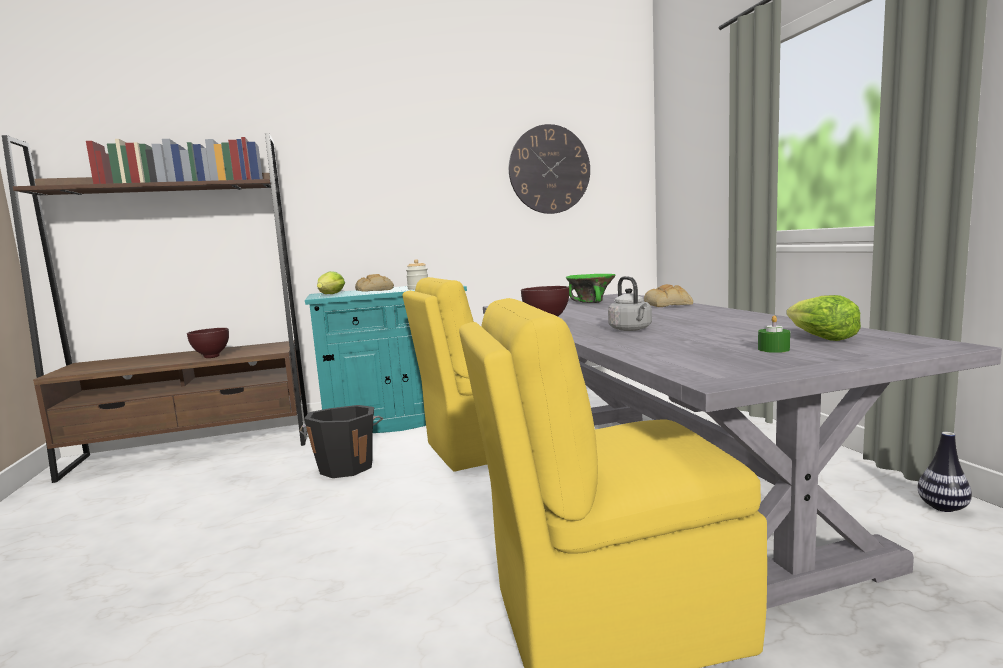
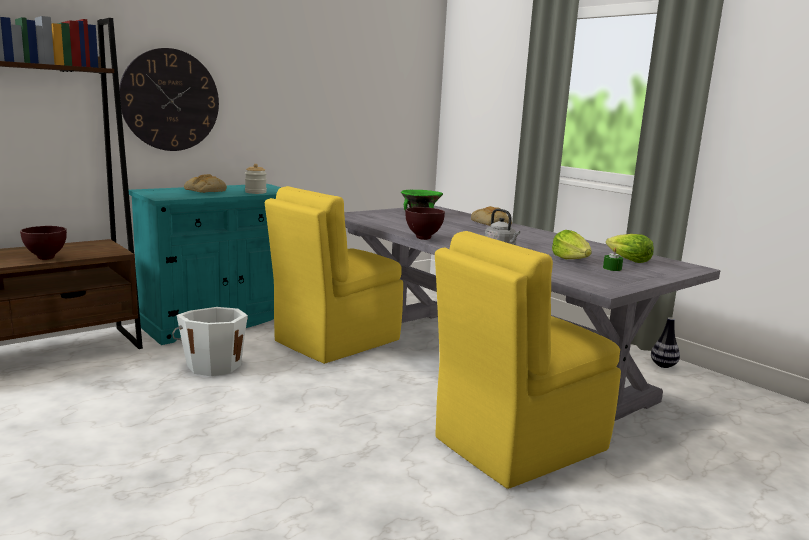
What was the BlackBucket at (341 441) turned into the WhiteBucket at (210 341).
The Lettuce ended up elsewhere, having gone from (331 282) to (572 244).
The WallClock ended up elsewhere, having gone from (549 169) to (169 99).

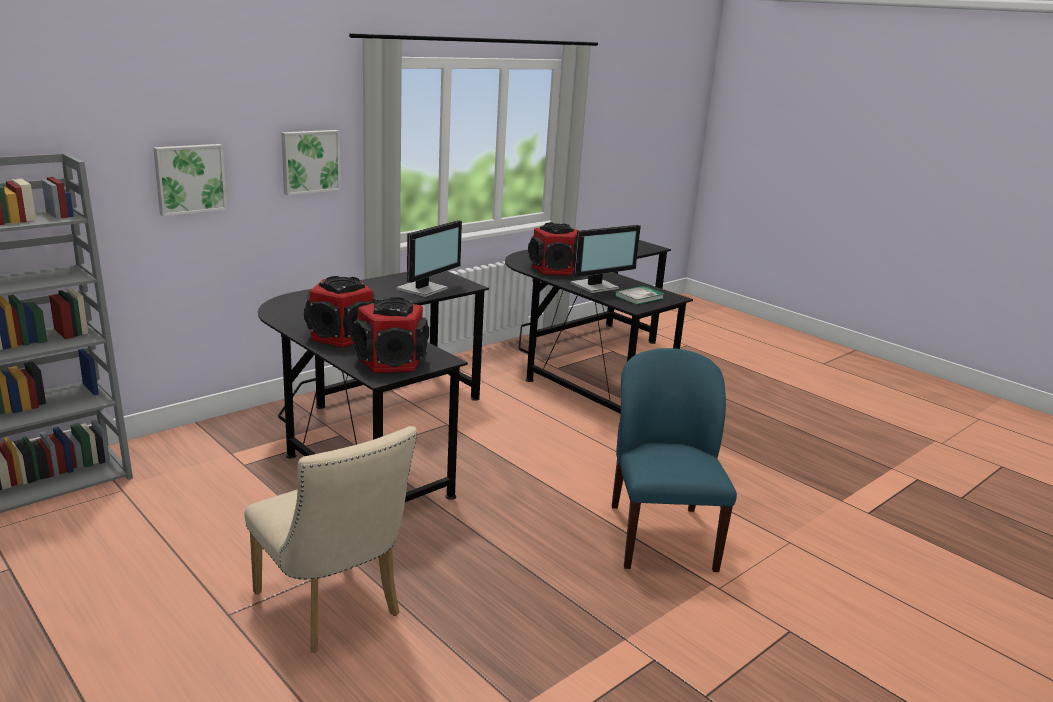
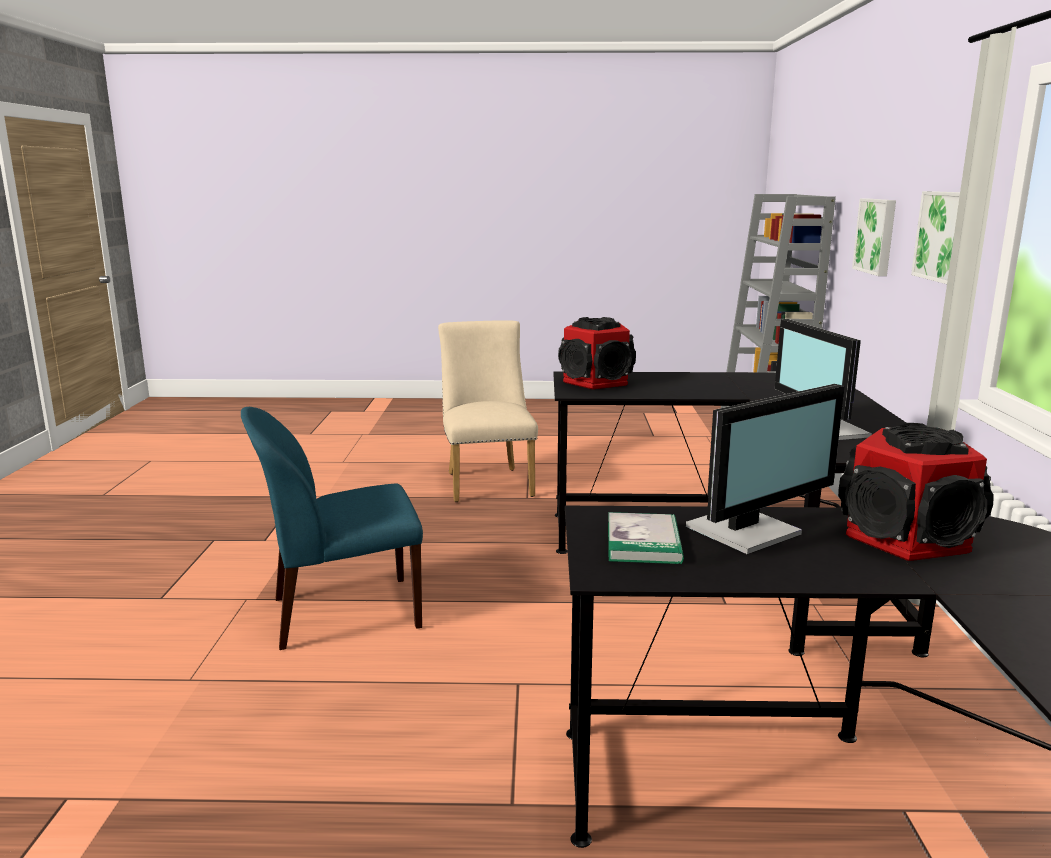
The BeigeChair at (330 539) ended up facing another way, 75 degrees clockwise from before.
The second view lost the Speaker at (340 312).
The Monitor at (606 259) ended up facing another way, 135 degrees counterclockwise from before.
The BlueChair at (674 460) ended up facing another way, 120 degrees clockwise from before.

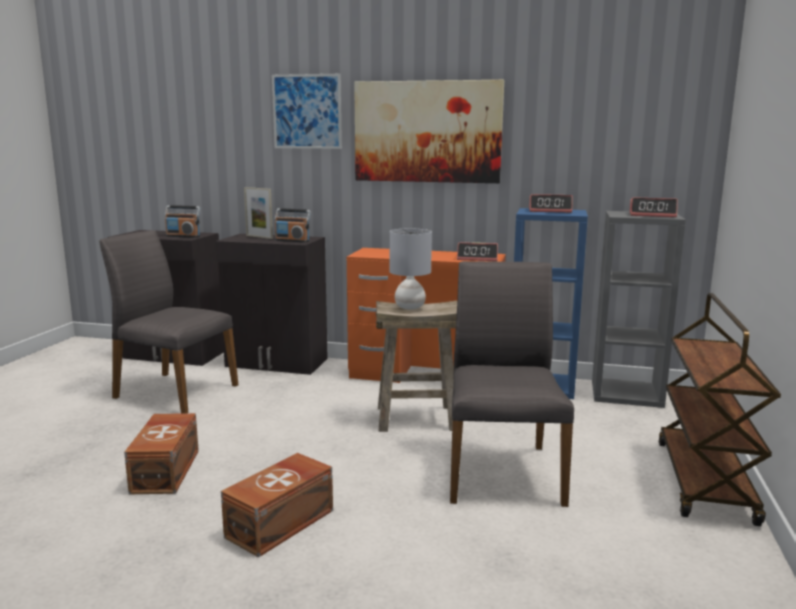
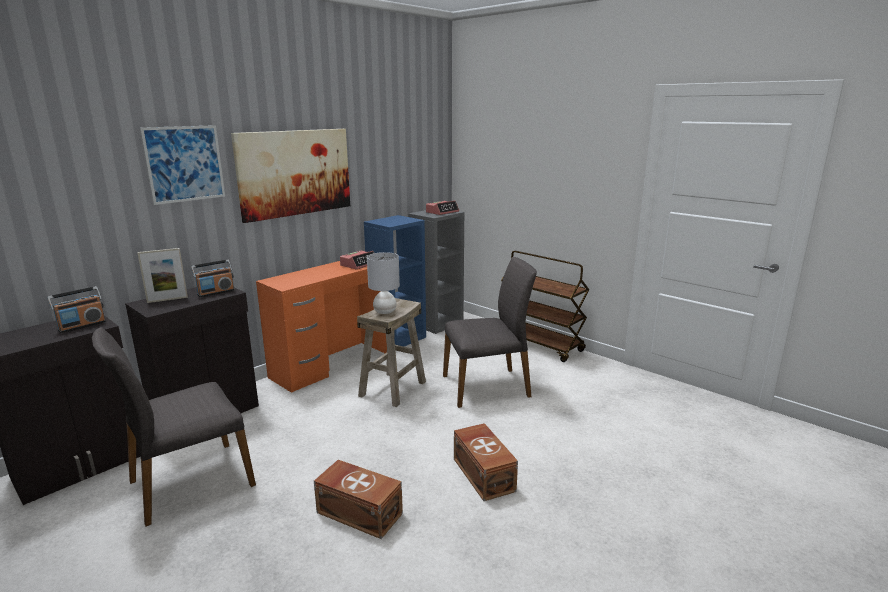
The GreyChair at (512 384) ended up facing another way, 135 degrees clockwise from before.
The second view lost the AlarmClock at (551 203).

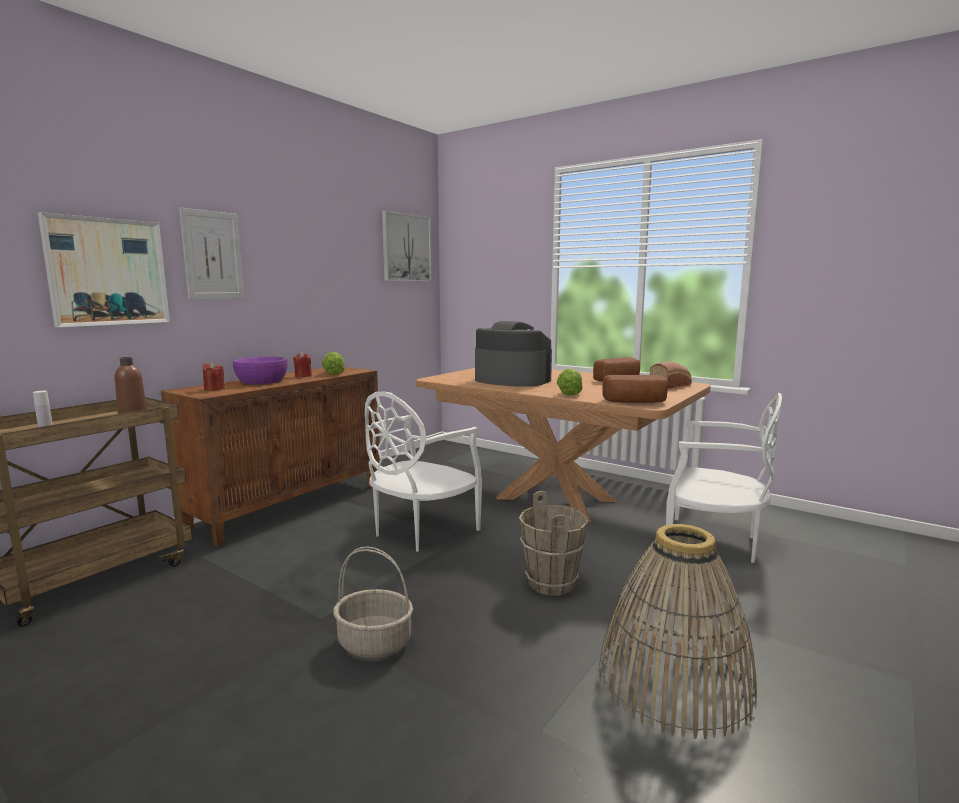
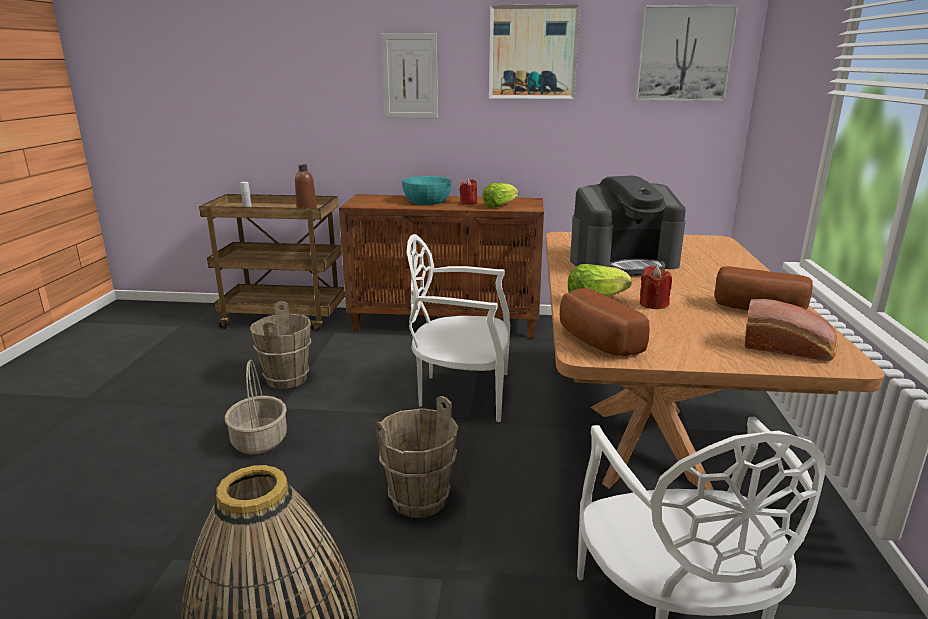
The Picture ended up elsewhere, having gone from (104 270) to (534 51).
The RedCandle ended up elsewhere, having gone from (213 376) to (656 287).
What was the PurpleBowl at (260 370) turned into the TurquoiseBowl at (427 190).
The CoffeeMachine at (513 354) ended up facing another way, 75 degrees clockwise from before.
The second view gained the BrownBucket at (281 345).

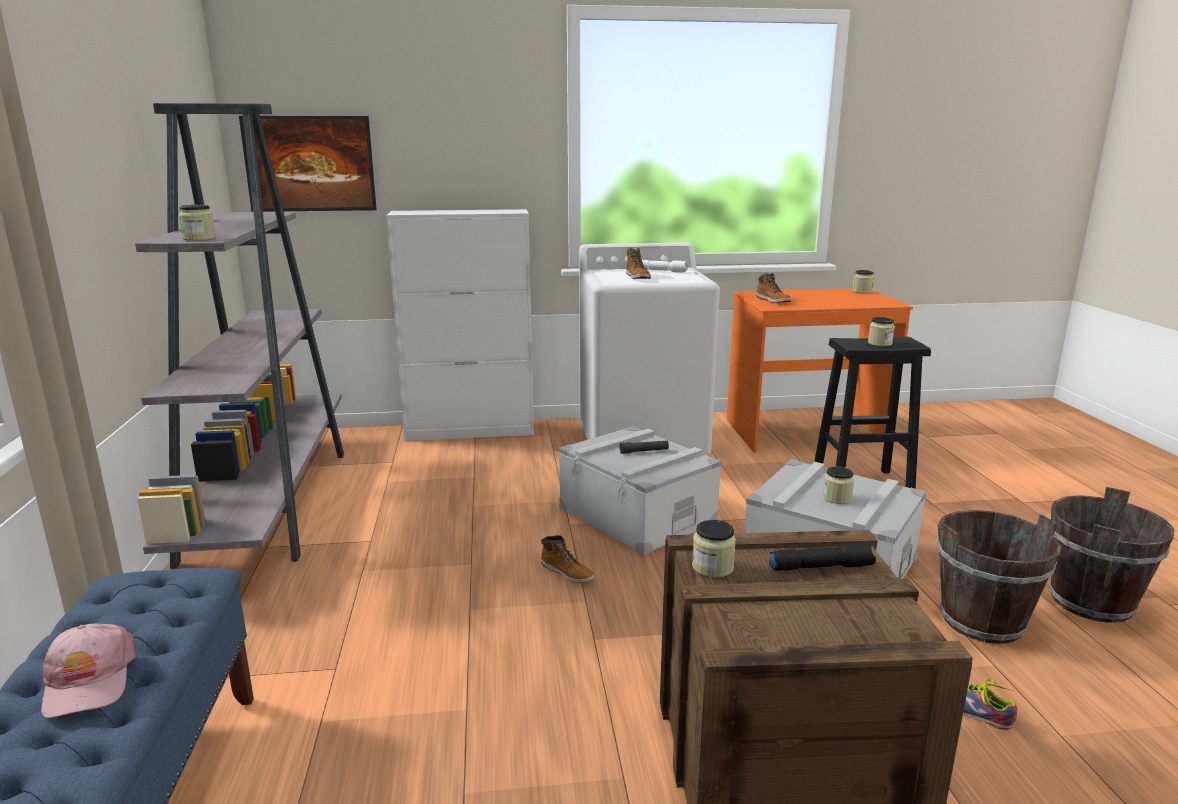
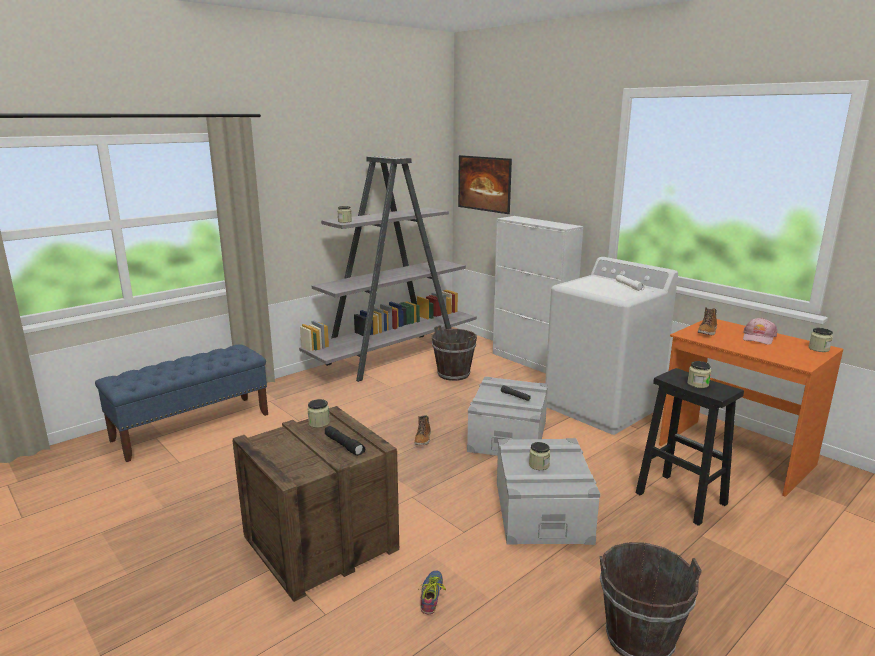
The PinkCap ended up elsewhere, having gone from (88 671) to (760 331).
The second view lost the Boot at (638 263).
The BrownBucket ended up elsewhere, having gone from (998 577) to (454 353).

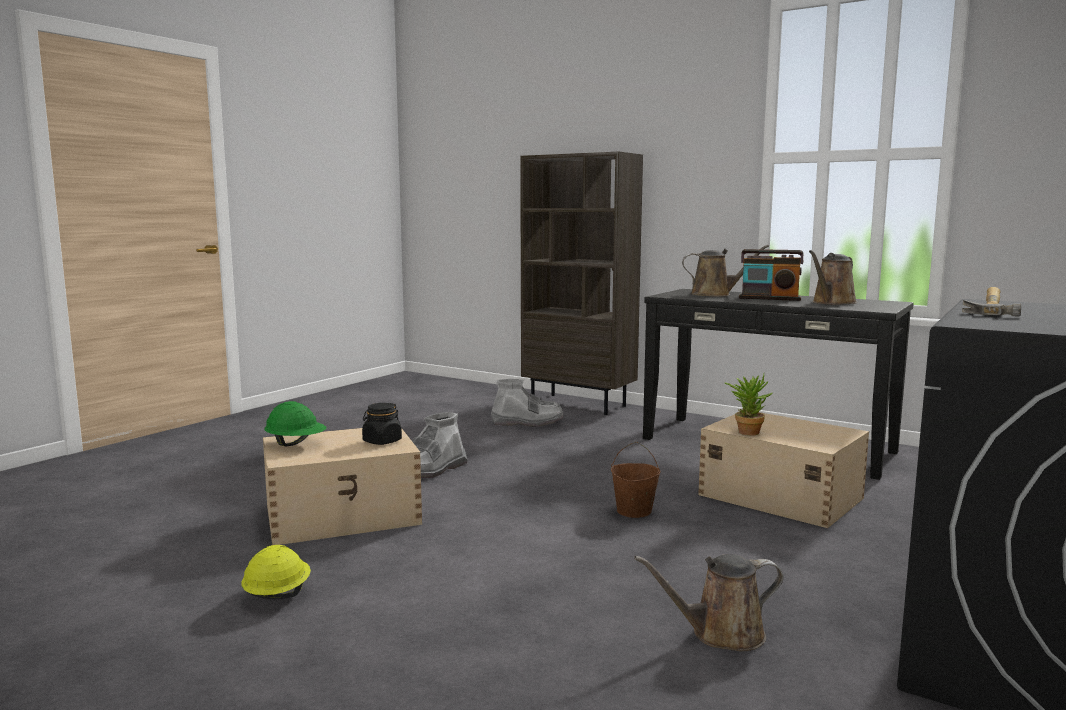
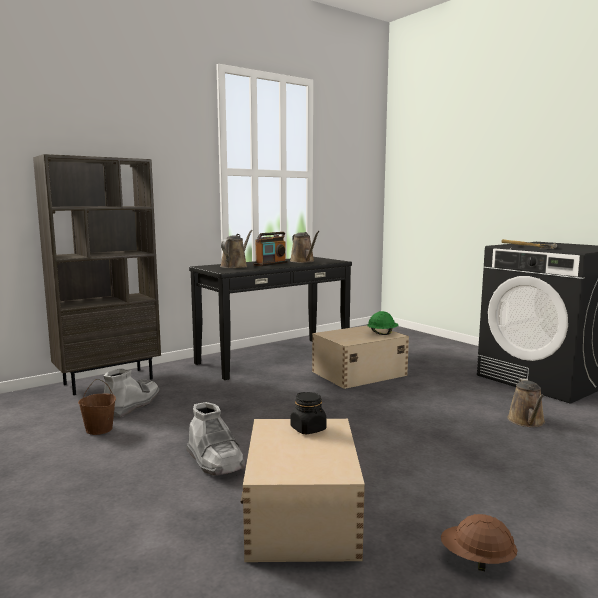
What was the YellowHardHat at (276 572) turned into the BrownHardHat at (479 542).
The GreenHardHat ended up elsewhere, having gone from (295 423) to (382 323).
The BrownBucket ended up elsewhere, having gone from (635 480) to (97 407).
The second view lost the PottedPlant at (749 404).

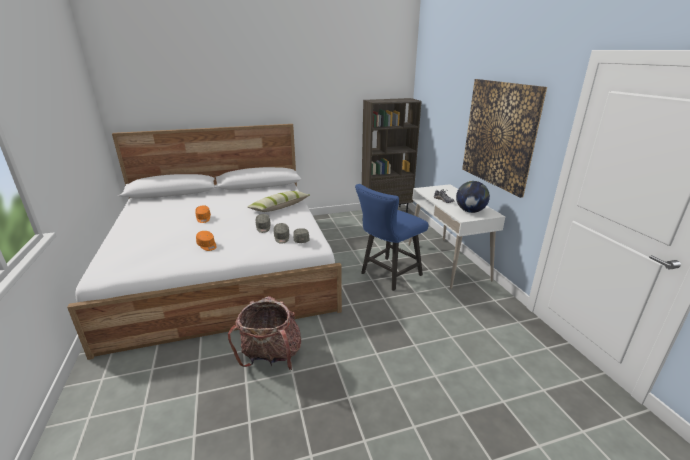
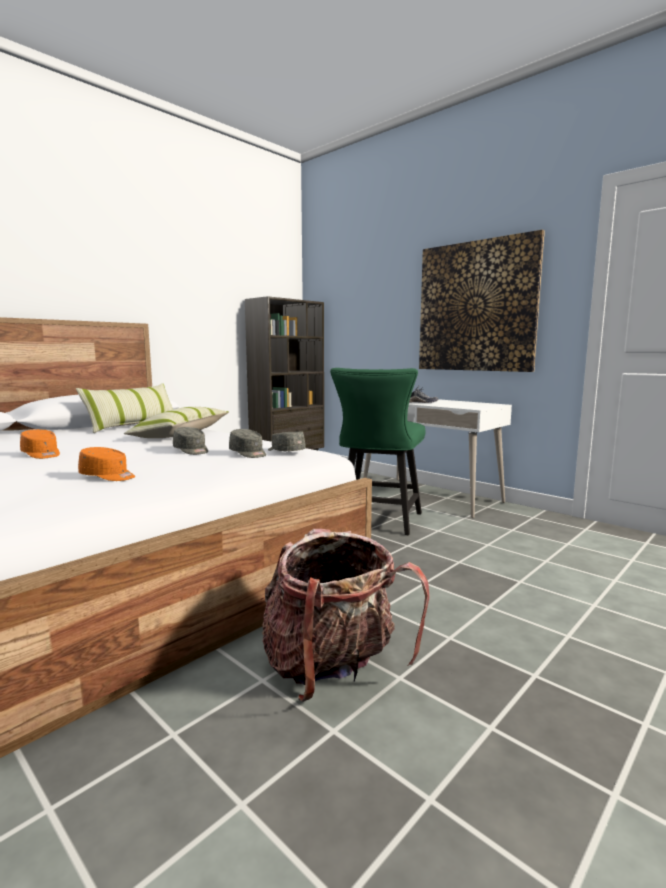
What was the BlueChair at (392 237) turned into the GreenChair at (377 451).
The second view lost the Globe at (473 197).
The second view gained the Pillow at (124 408).

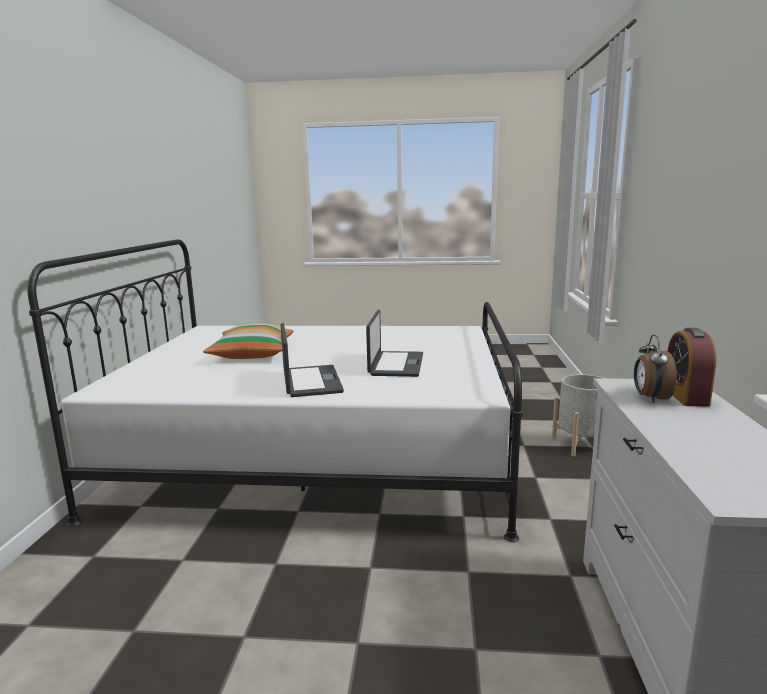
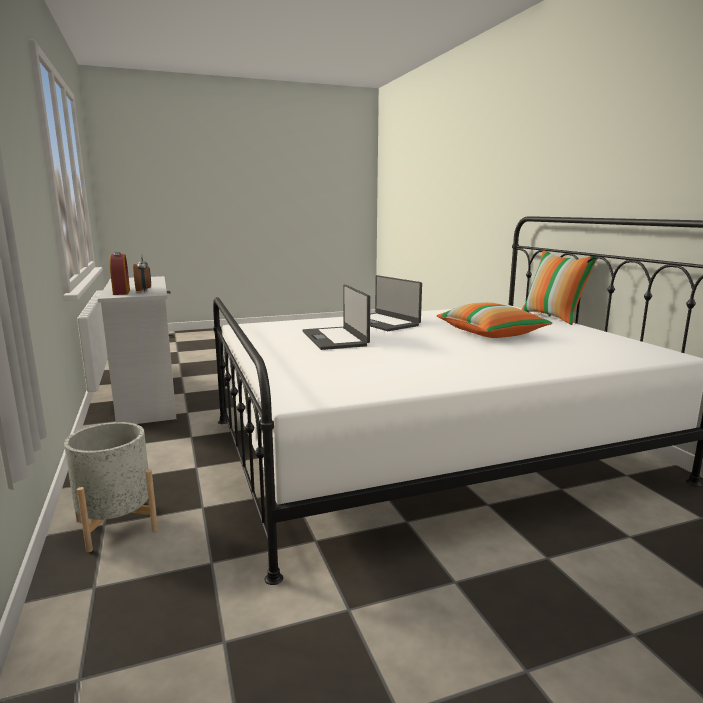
The second view gained the Pillow at (559 287).

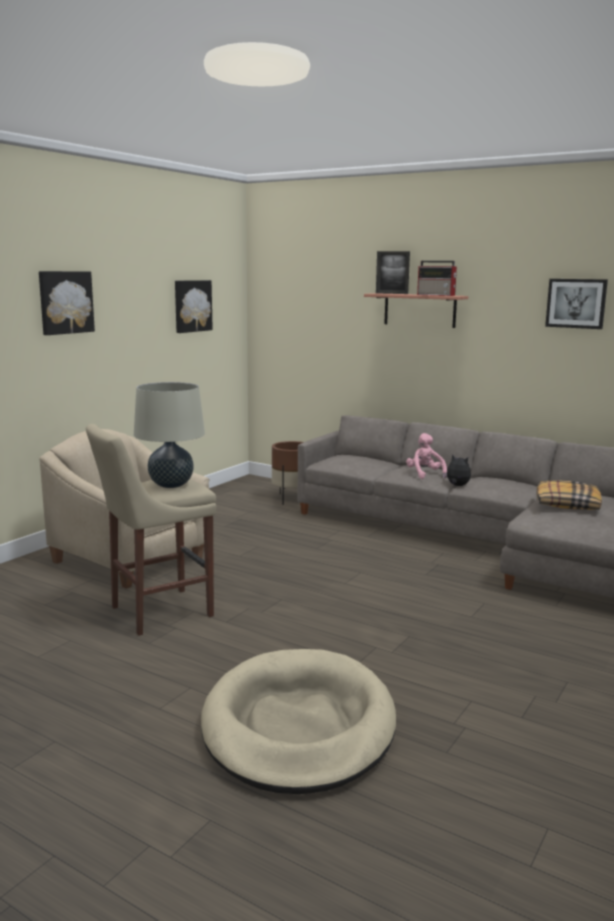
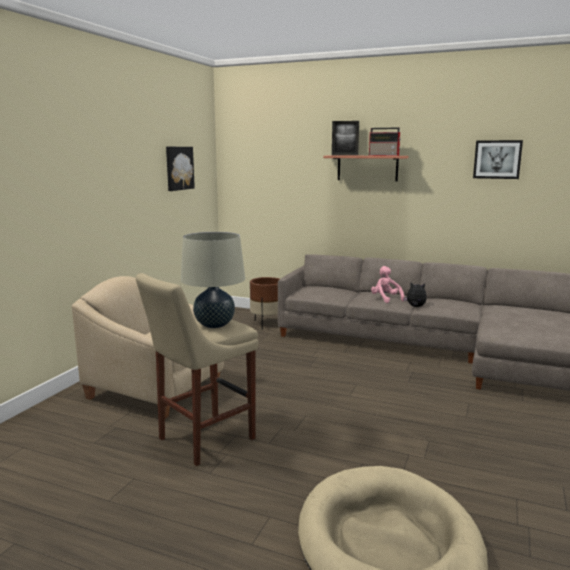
The second view lost the Picture at (67 303).
The second view lost the Pillow at (569 495).

